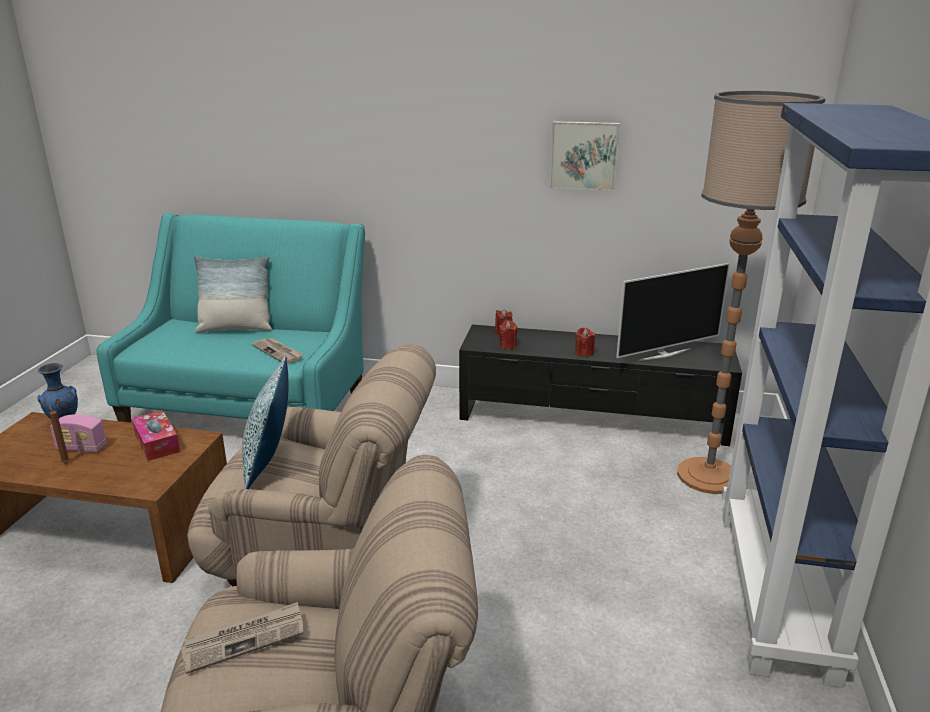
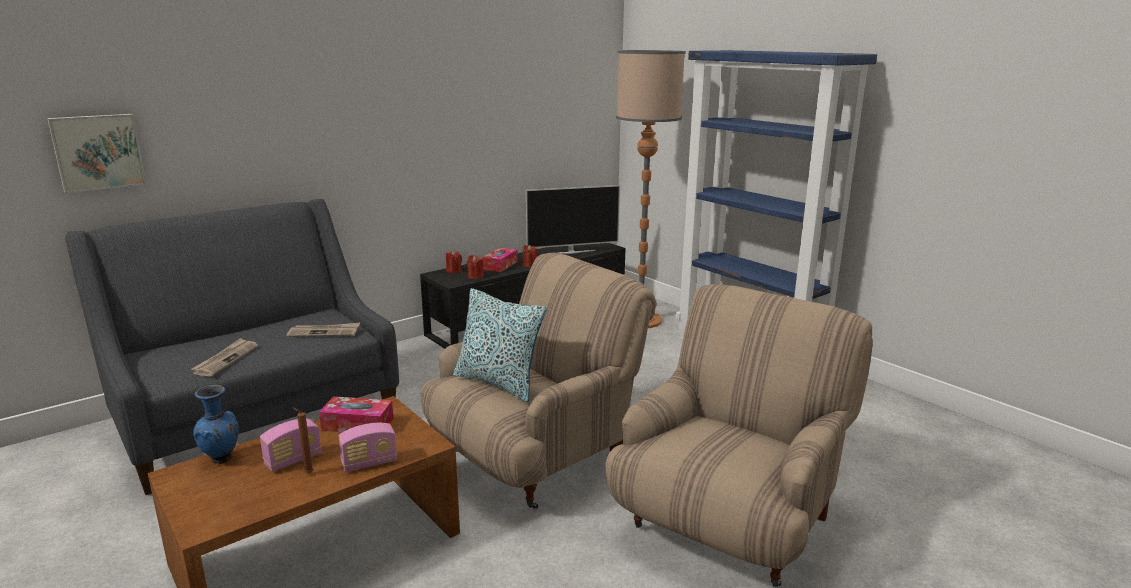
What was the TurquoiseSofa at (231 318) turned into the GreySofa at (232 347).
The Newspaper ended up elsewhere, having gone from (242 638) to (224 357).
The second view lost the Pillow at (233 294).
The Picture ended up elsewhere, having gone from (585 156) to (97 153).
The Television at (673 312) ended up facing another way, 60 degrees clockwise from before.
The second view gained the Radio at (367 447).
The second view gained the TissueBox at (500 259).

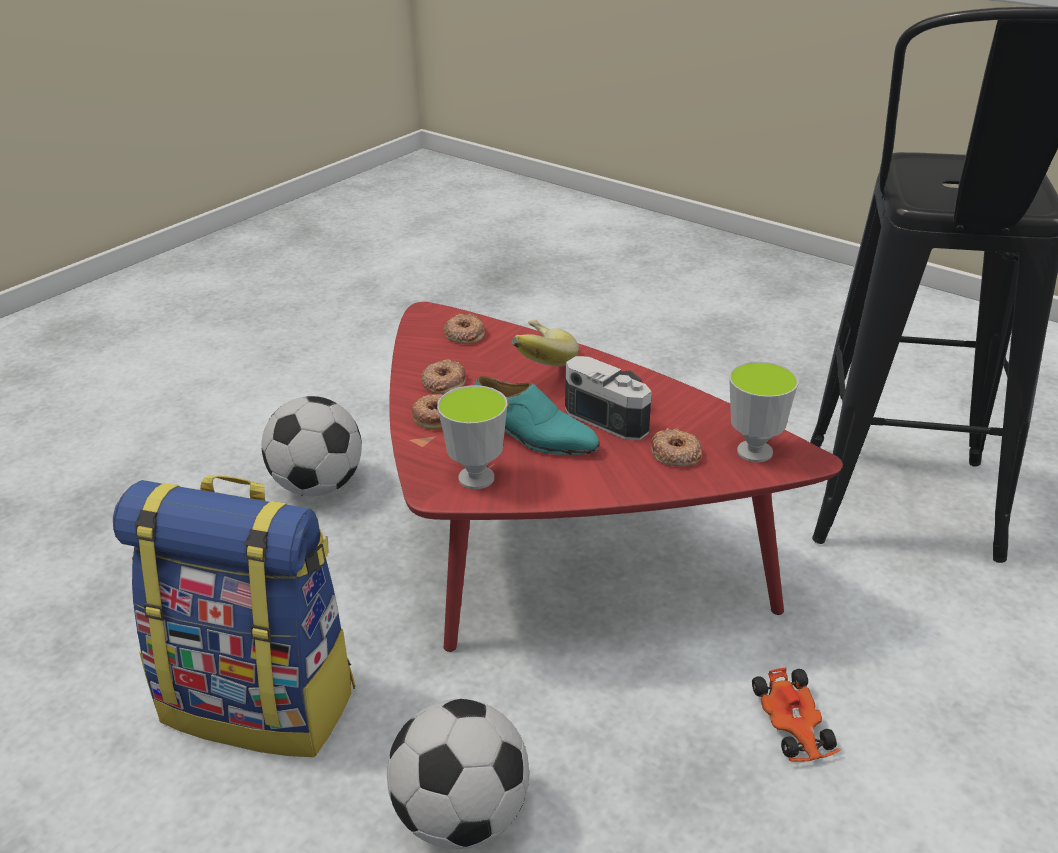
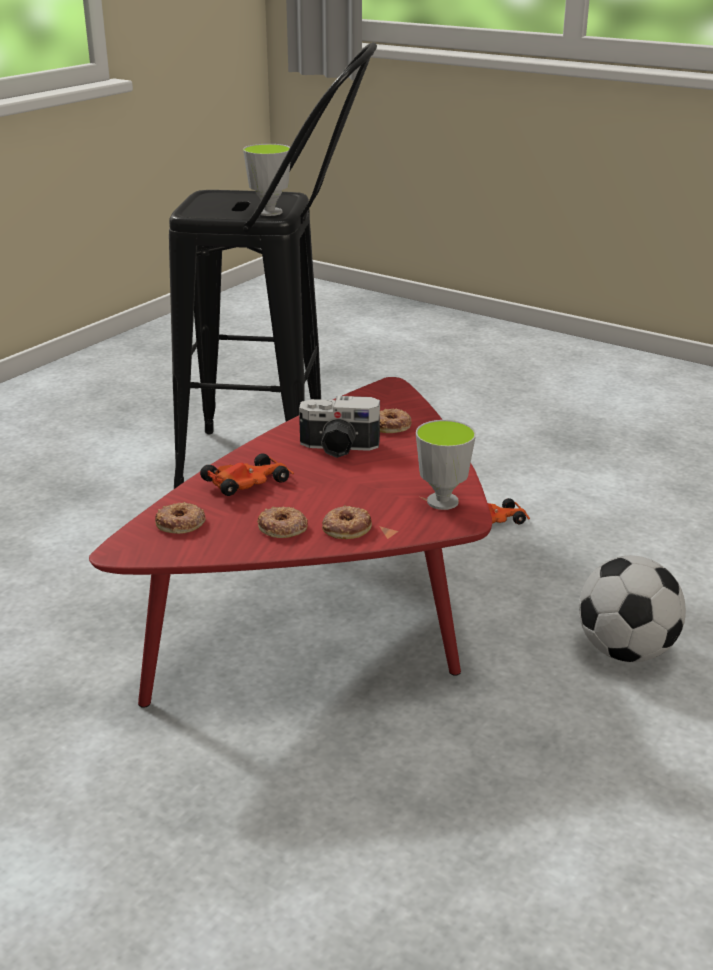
The second view lost the Backpack at (234 616).
The second view lost the Football at (311 446).
The second view lost the TurquoiseShoe at (537 415).
Where the Banana stood at (545 343), the ToyCar came to stand at (247 474).
The PhotoCamera at (608 398) ended up facing another way, 120 degrees counterclockwise from before.
The Cup ended up elsewhere, having gone from (764 411) to (267 180).

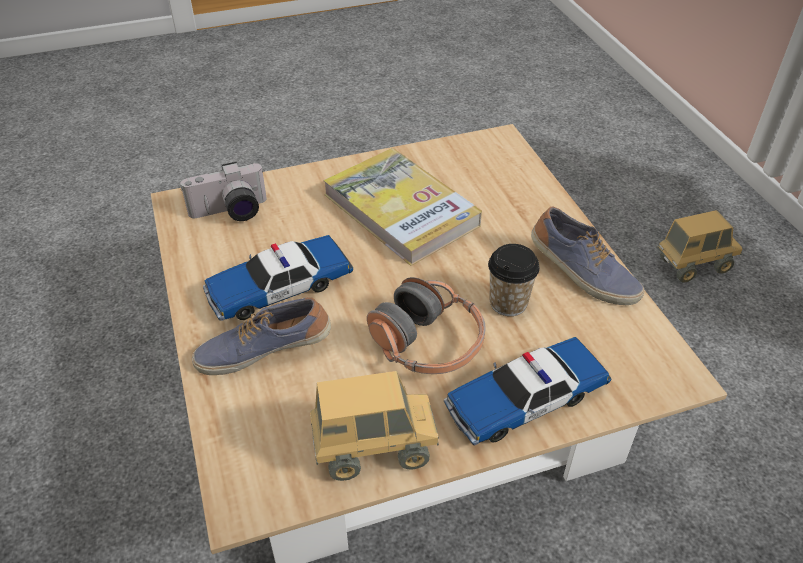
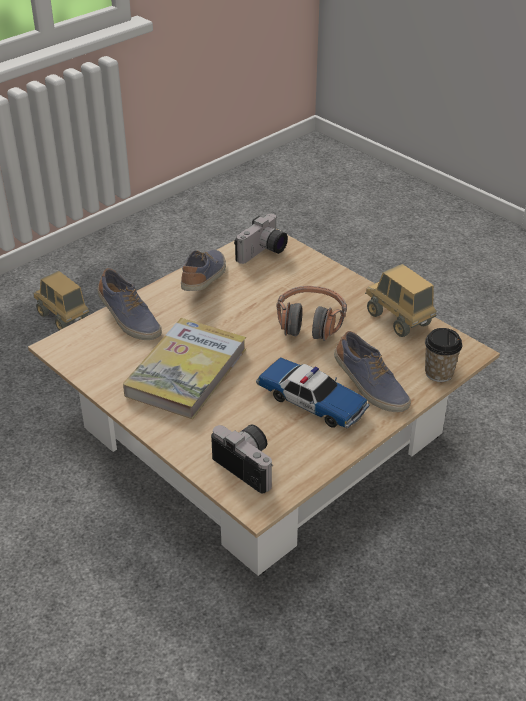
The second view lost the ToyCar at (527 391).
The Cup ended up elsewhere, having gone from (514 280) to (443 355).
The second view gained the Shoe at (129 304).
The second view gained the PhotoCamera at (261 239).

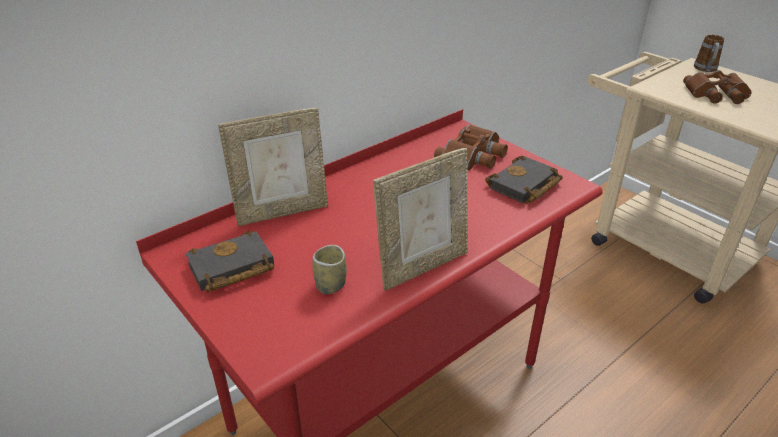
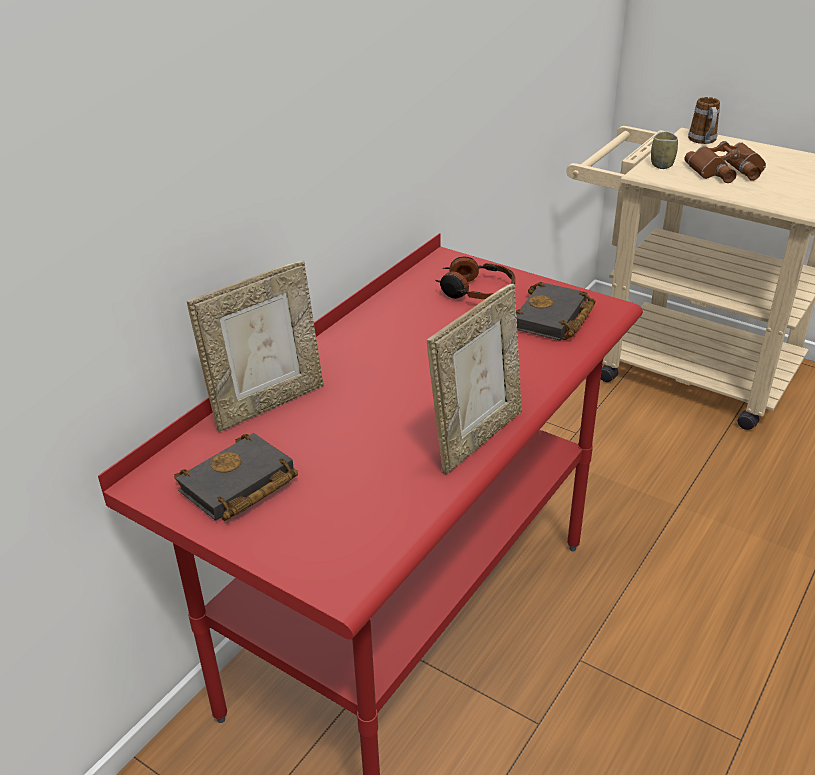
The Cup ended up elsewhere, having gone from (329 269) to (664 150).
Where the BrownBinoculars stood at (471 147), the Headphones came to stand at (475 277).

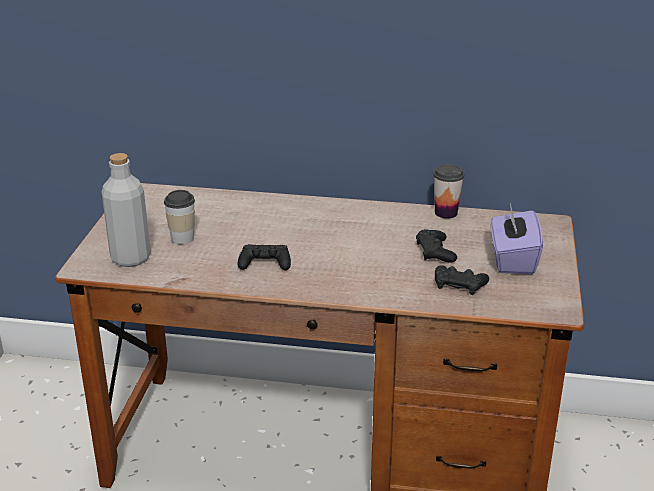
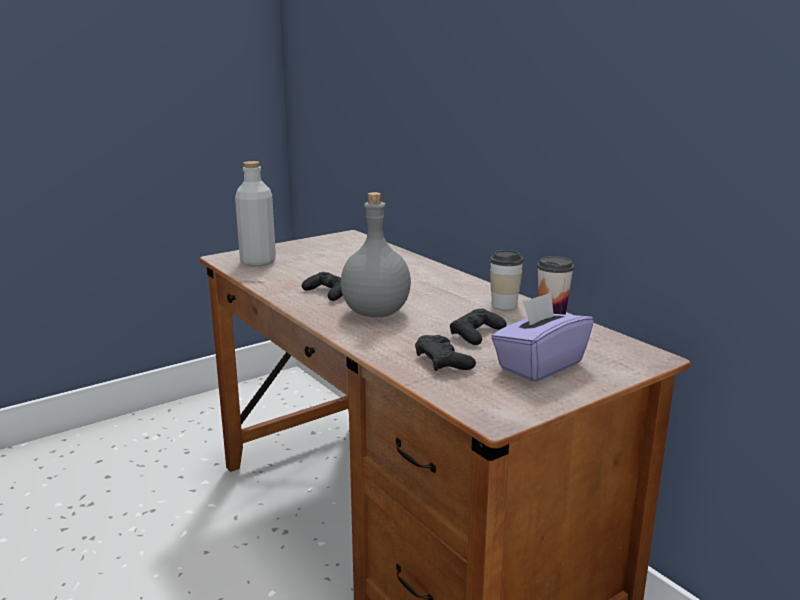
The Cup ended up elsewhere, having gone from (179 217) to (507 279).
The second view gained the GreyBottle at (376 254).

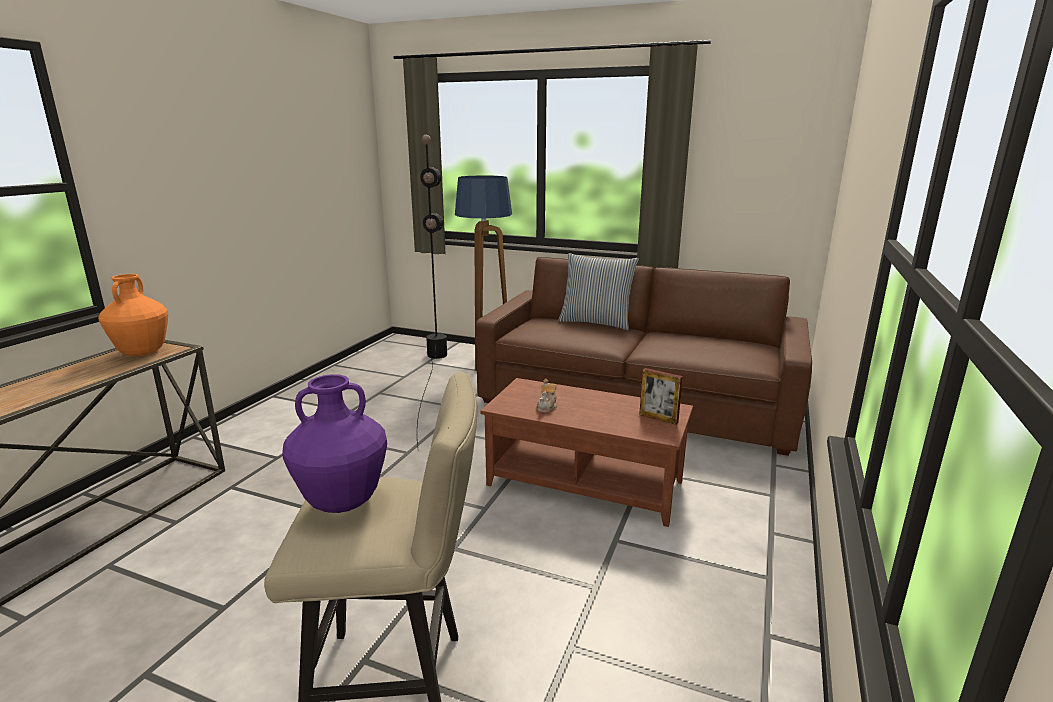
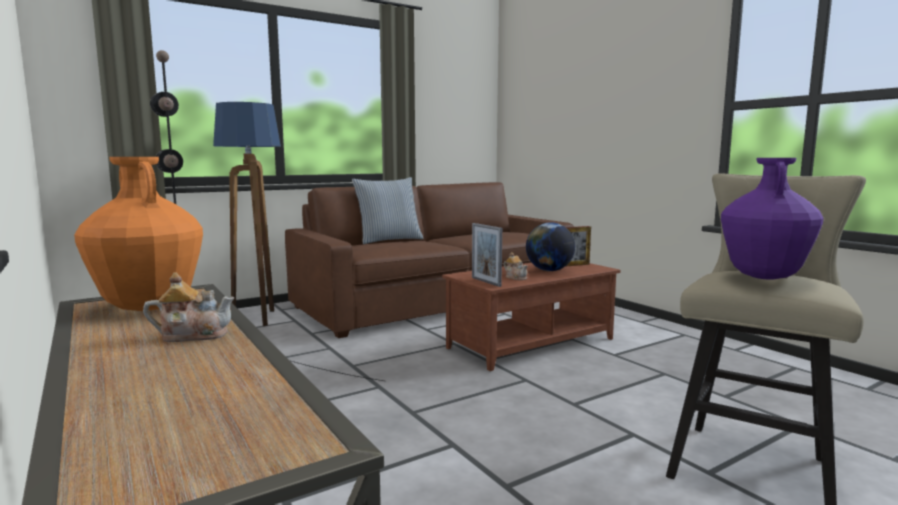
The second view gained the Teapot at (189 307).
The second view gained the PictureFrame at (487 255).
The second view gained the Globe at (550 246).

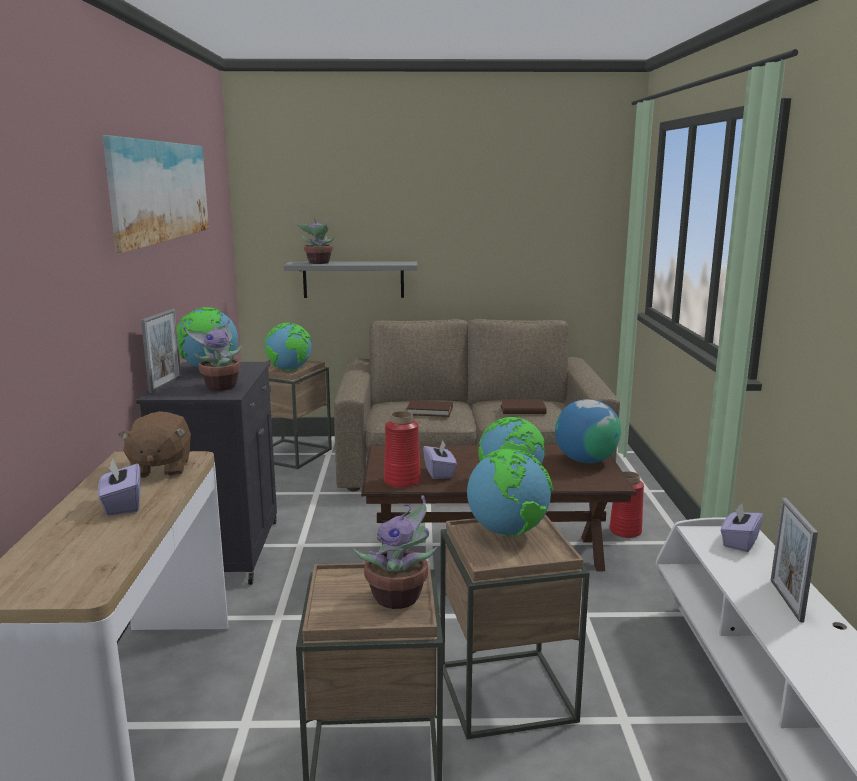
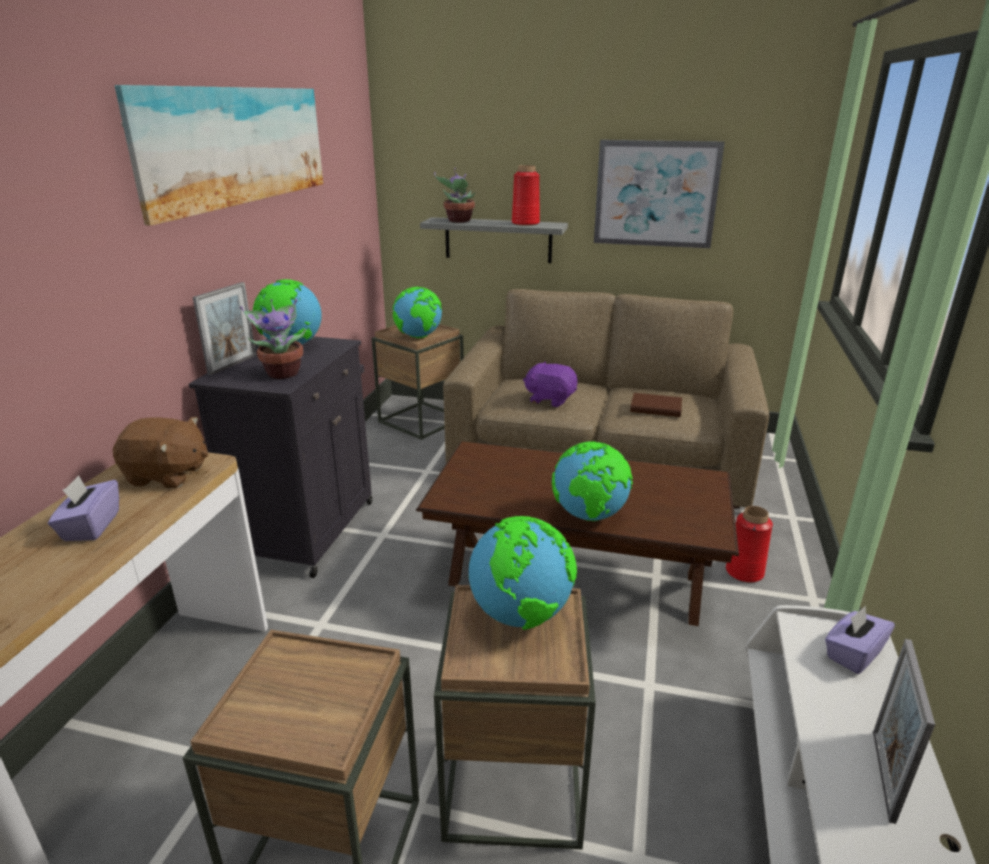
The BrownPlushToy at (154 444) ended up facing another way, 90 degrees counterclockwise from before.
The second view lost the PottedPlant at (395 552).
The RedVase ended up elsewhere, having gone from (402 449) to (526 195).
Where the BrownBook stood at (429 408), the PurplePlushToy came to stand at (550 384).
The second view lost the PurpleTissueBox at (440 459).
The second view lost the Globe at (588 431).
The second view gained the Picture at (659 194).

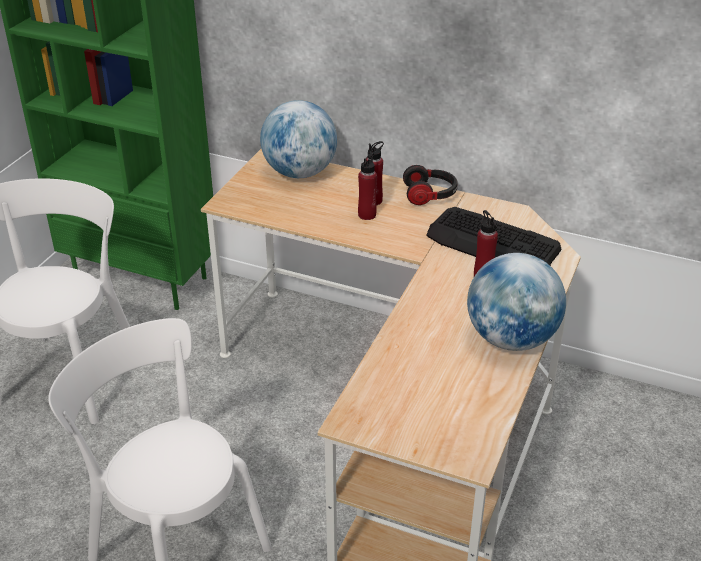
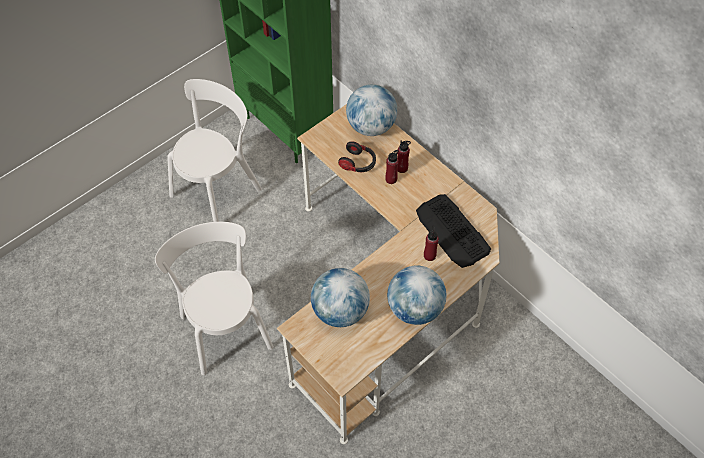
The Headphones ended up elsewhere, having gone from (430 185) to (357 156).
The second view gained the Globe at (340 297).

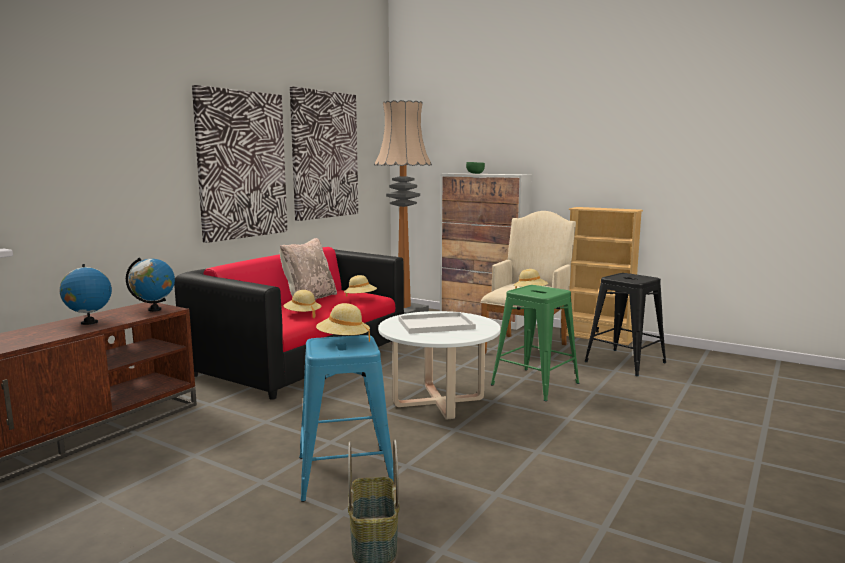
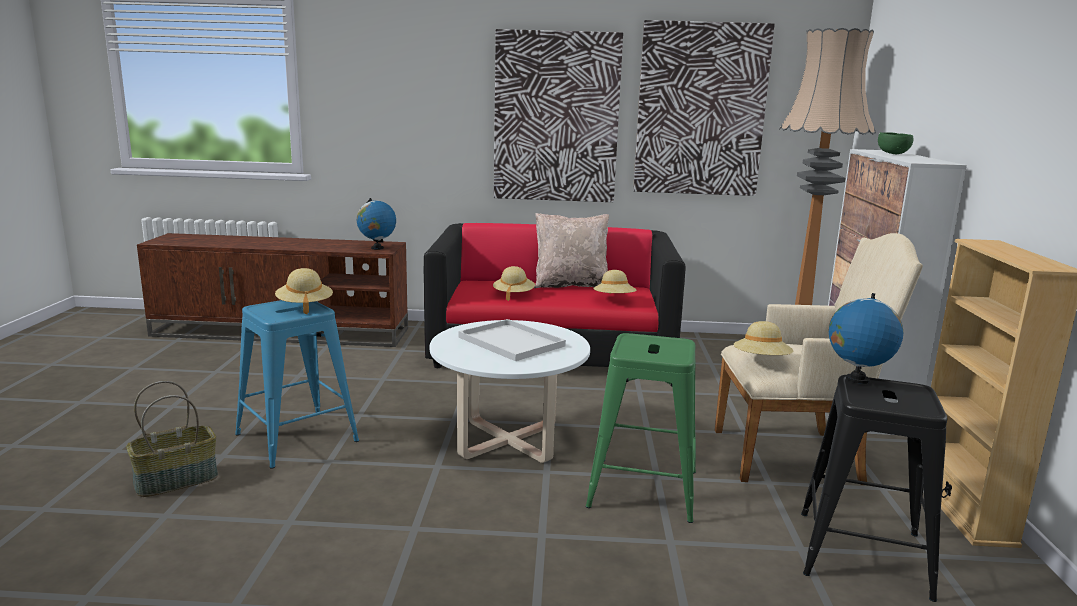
The Globe ended up elsewhere, having gone from (86 294) to (866 338).

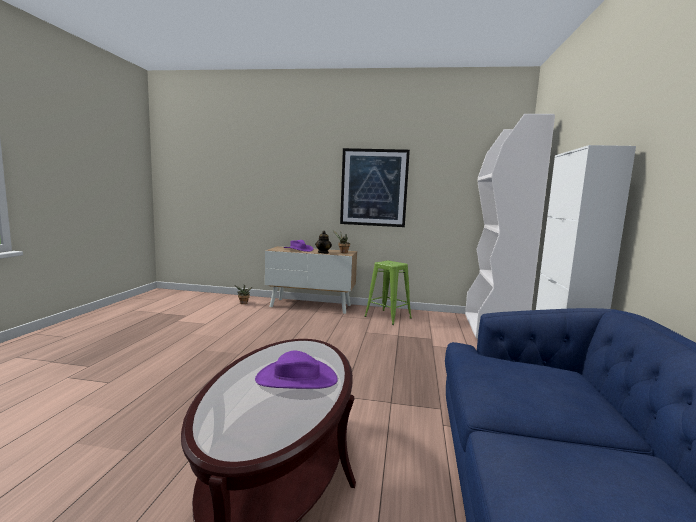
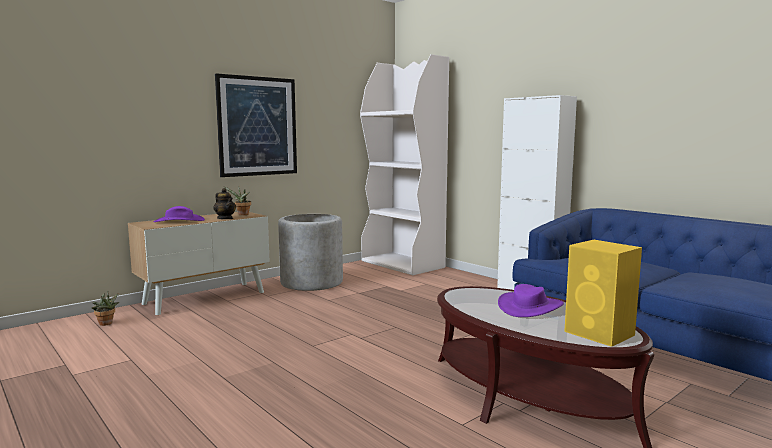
Where the GreenStool stood at (388 293), the GreyPlanter came to stand at (310 252).
The second view gained the YellowSpeaker at (603 293).

